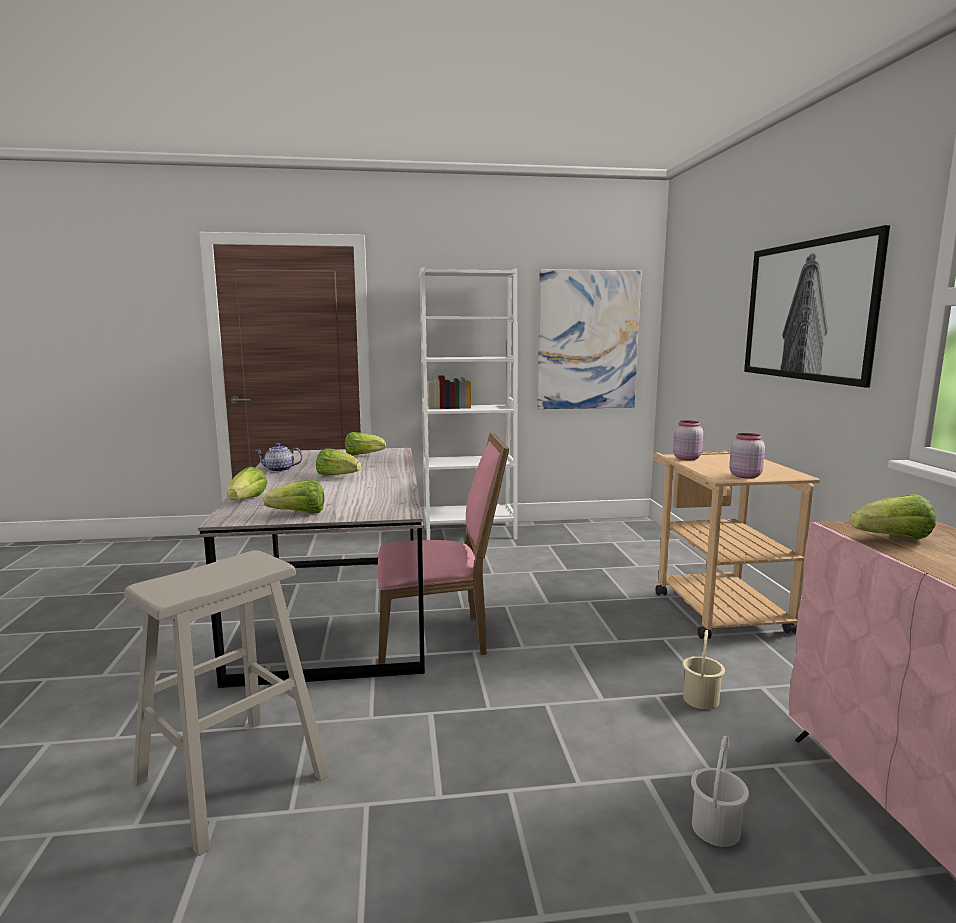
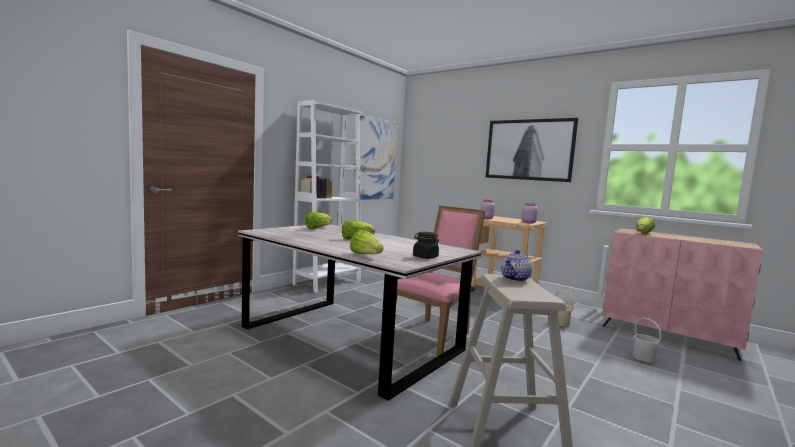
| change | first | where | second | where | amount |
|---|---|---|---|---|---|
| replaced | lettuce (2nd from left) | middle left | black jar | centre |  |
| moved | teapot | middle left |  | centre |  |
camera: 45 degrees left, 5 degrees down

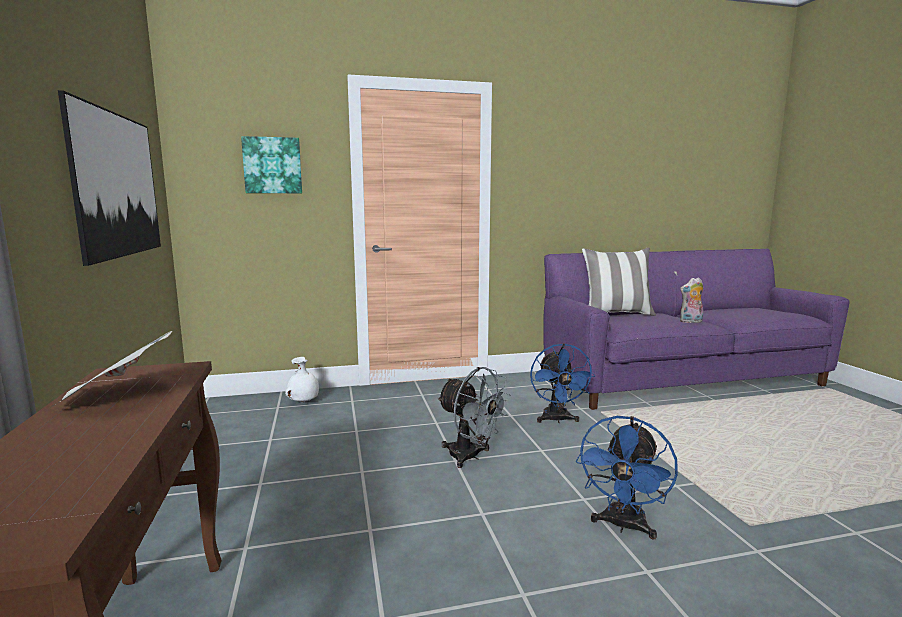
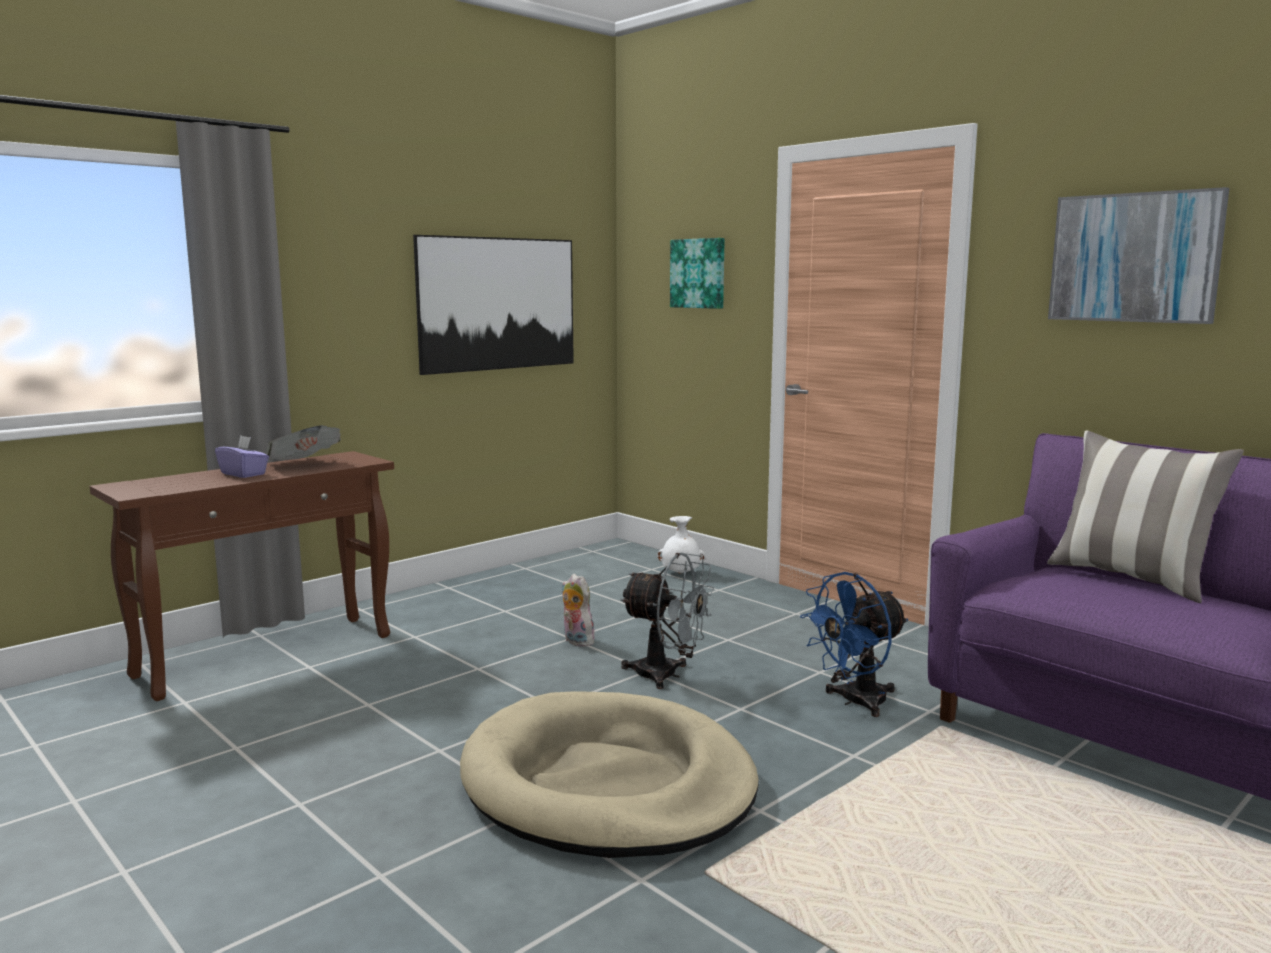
| change | first | where | second | where | amount |
|---|---|---|---|---|---|
| added |  |  | purple tissue box | middle left |  |
| replaced | blue fan (2nd from left) | bottom right | beige dog bed | bottom centre |  |
| moved | plush toy | middle right |  | centre |  |
| turned | grey fan | bottom centre |  | centre | 75 degrees counterclockwise |
| added |  |  | picture (3rd from left) | top right |  |
camera: 60 degrees right, 0 degrees up

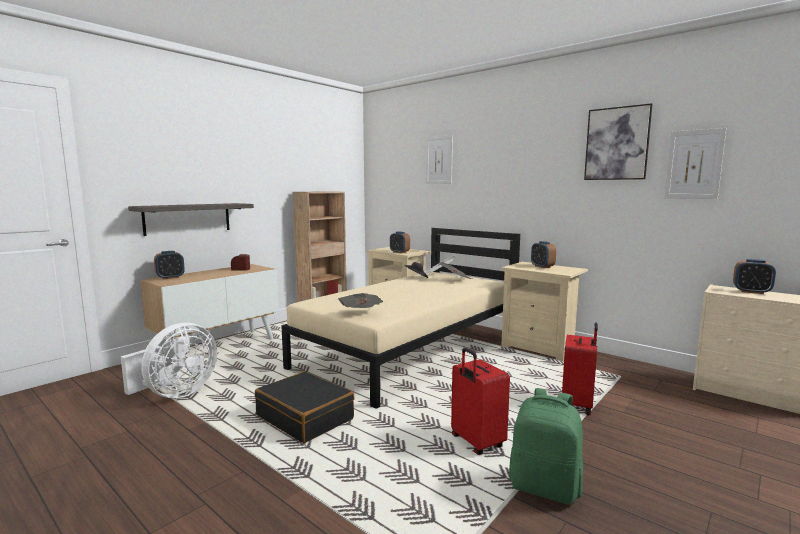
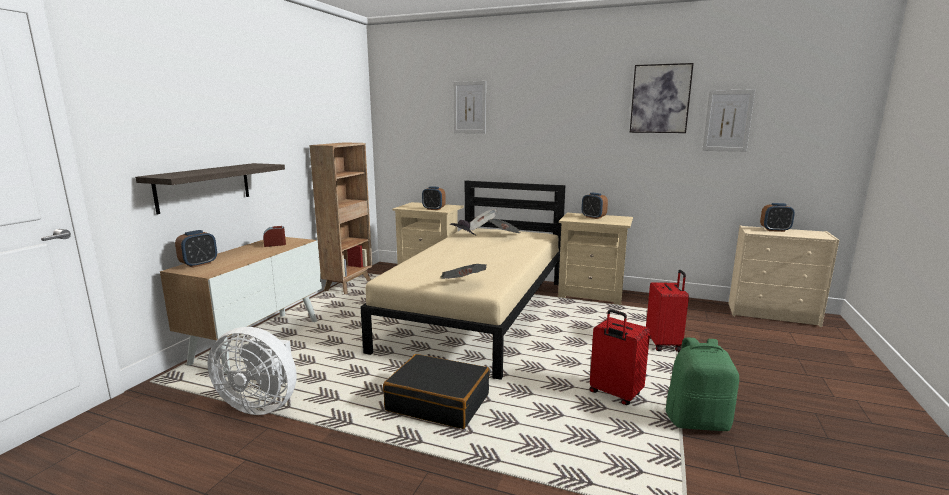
| change | first | where | second | where | amount |
|---|---|---|---|---|---|
| turned | white fan | bottom left |  | bottom left | 90 degrees clockwise |
camera: 20 degrees left, 5 degrees up

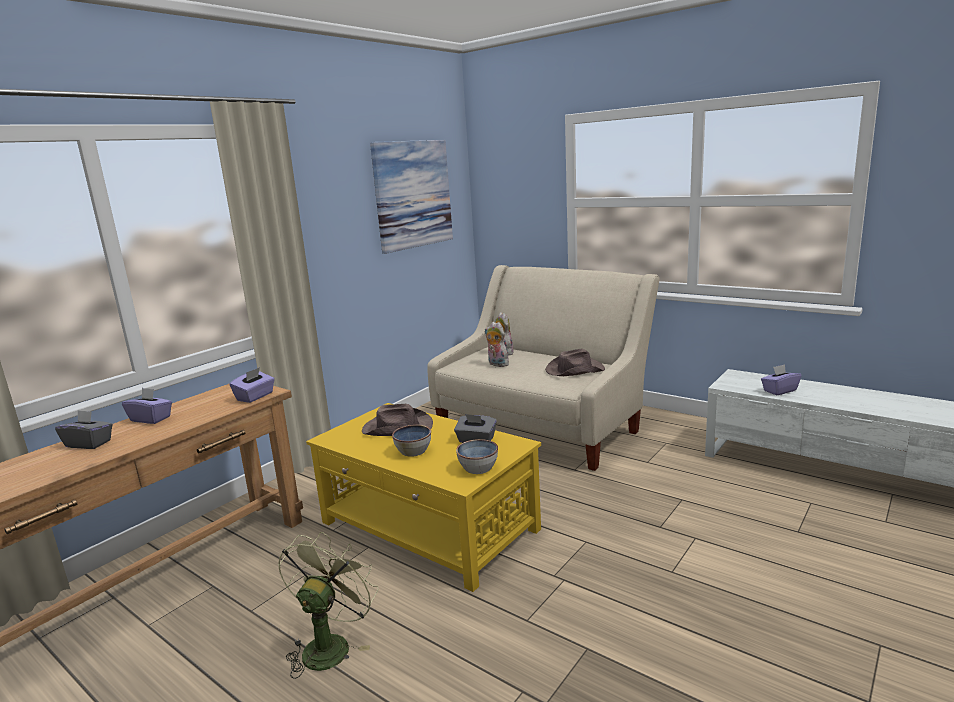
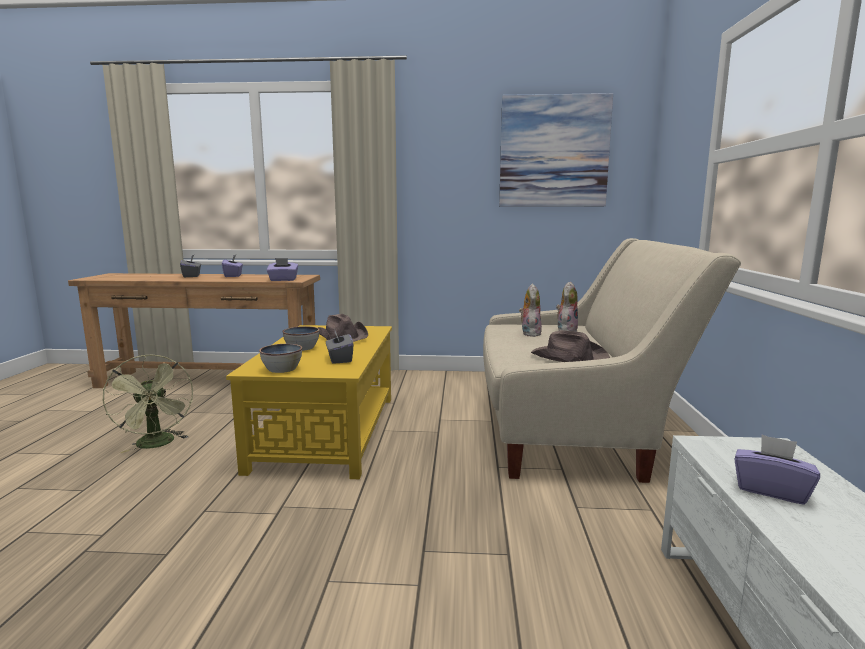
| change | first | where | second | where | amount |
|---|---|---|---|---|---|
| turned | green fan | bottom centre |  | middle left | 75 degrees clockwise |
camera: 55 degrees right, 5 degrees down

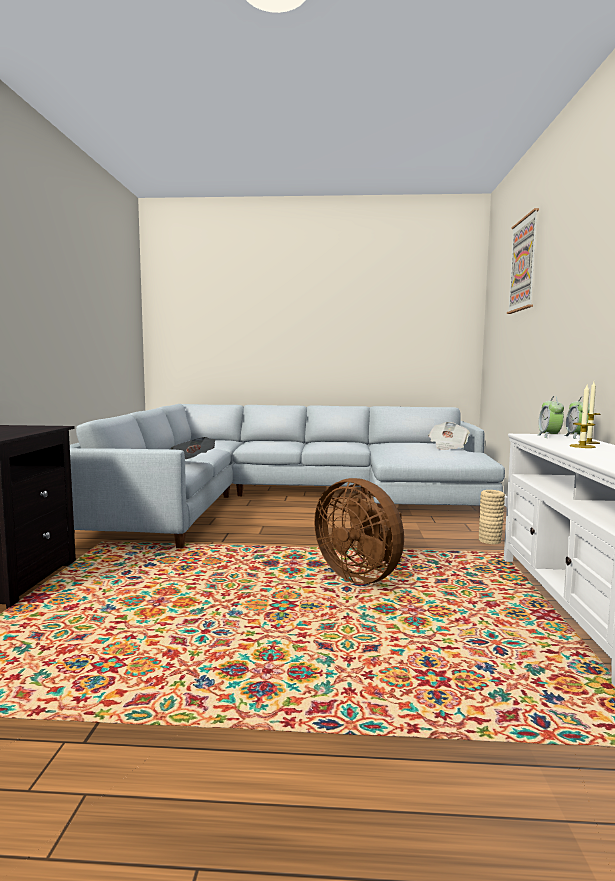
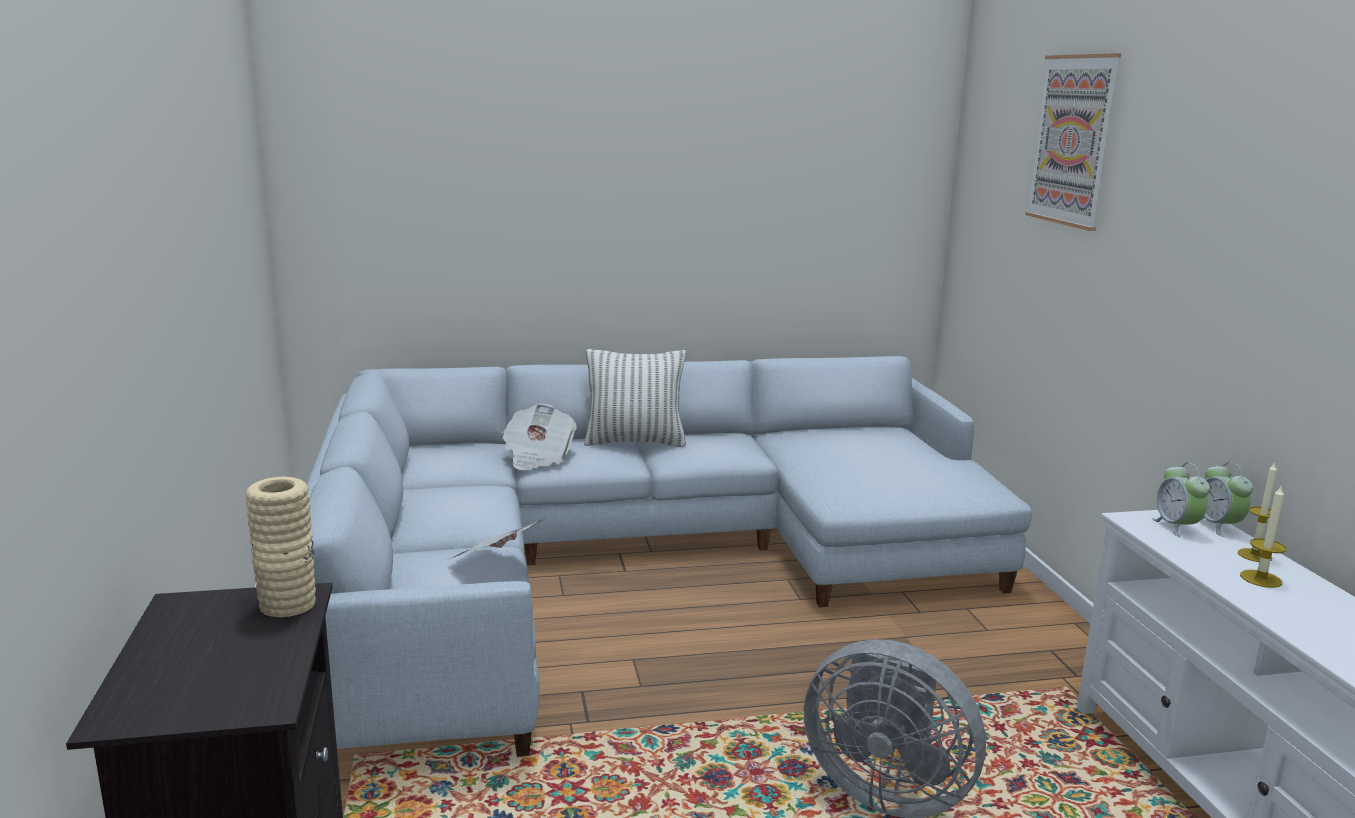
| change | first | where | second | where | amount |
|---|---|---|---|---|---|
| moved | beige vase | middle right |  | bottom left |  |
| moved | newspaper (2nd from left) | middle right |  | centre |  |
| added |  |  | pillow | centre |  |
| recoloured | brown fan | centre | grey fan | bottom centre |  |
camera: 15 degrees left, 10 degrees up

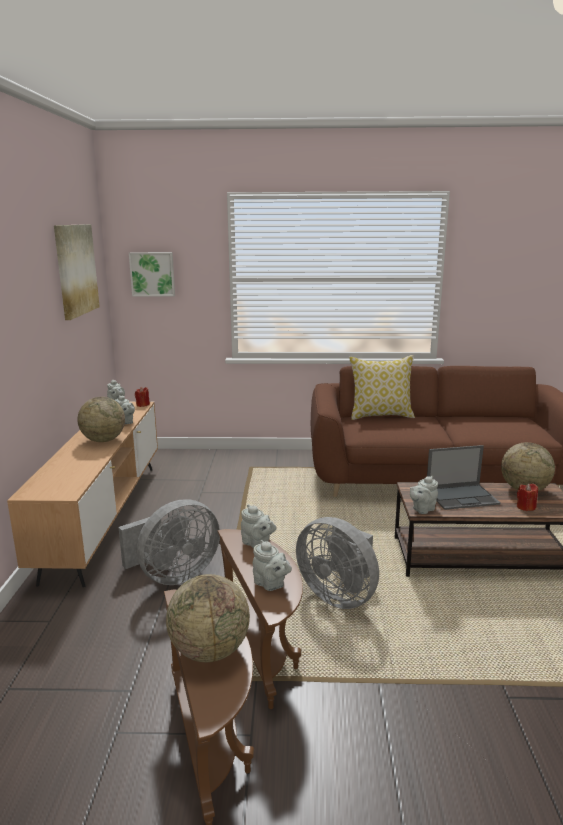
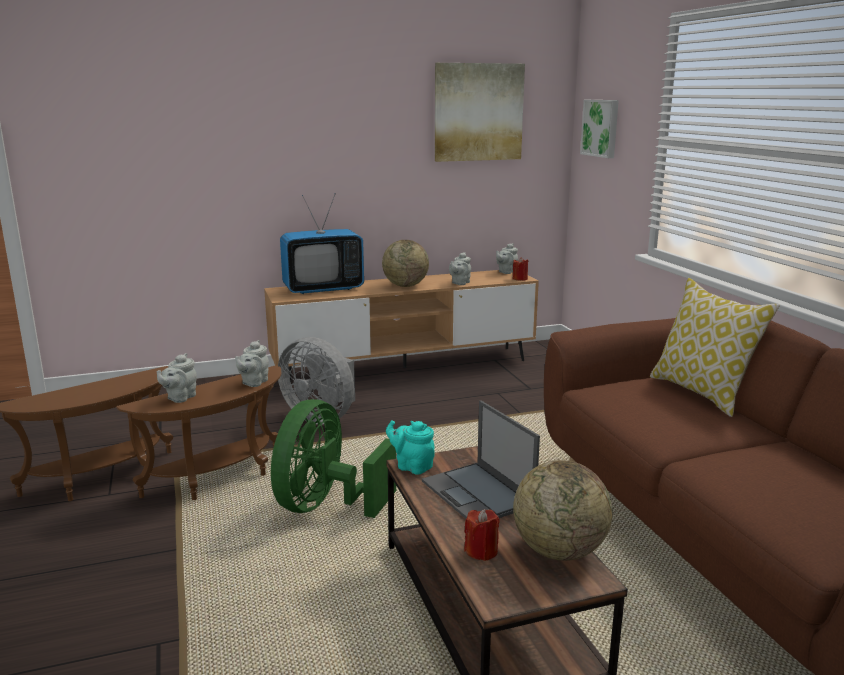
| change | first | where | second | where | amount |
|---|---|---|---|---|---|
| recoloured | grey fan (2nd from left) | bottom centre | green fan | bottom centre |  |
| added |  |  | television | centre |  |
| recoloured | grey teapot (5th from left) | middle right | turquoise teapot | centre |  |
| removed | globe (2nd from left) | bottom centre |  |  |  |
camera: 70 degrees right, 0 degrees up

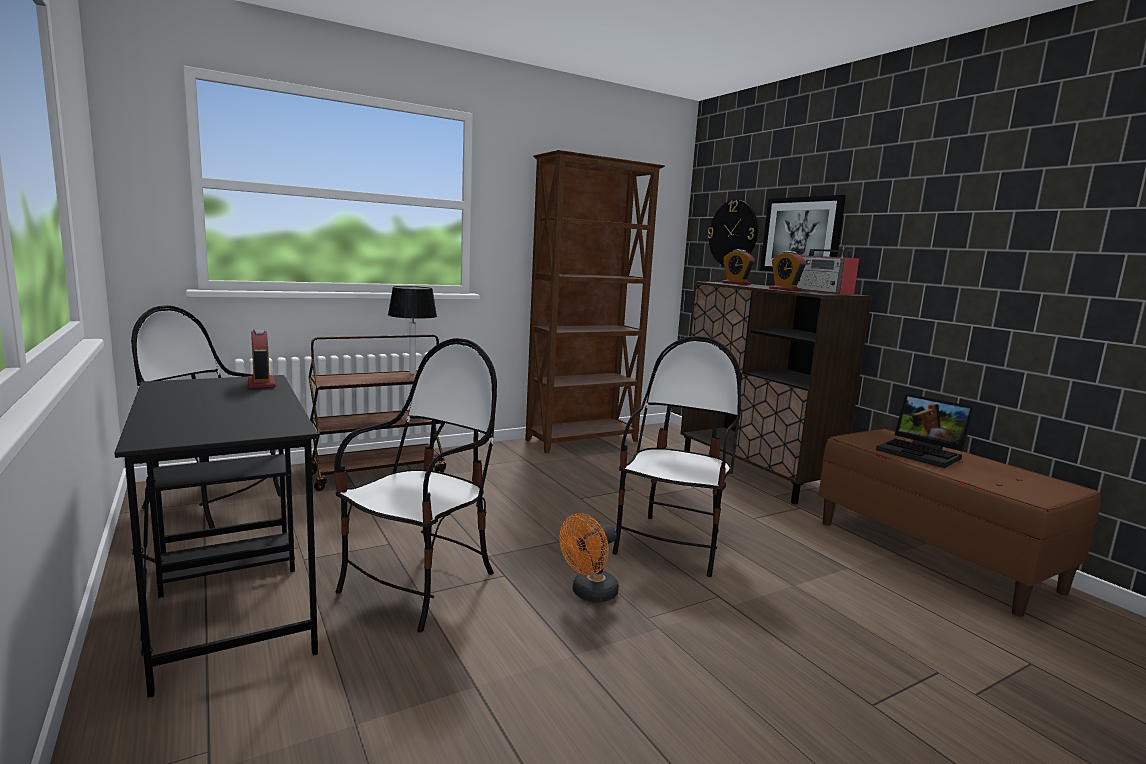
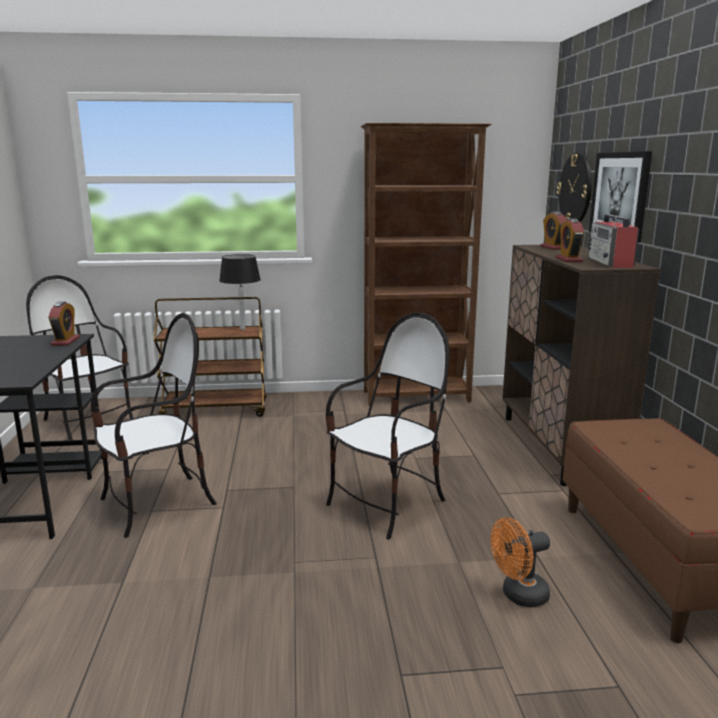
| change | first | where | second | where | amount |
|---|---|---|---|---|---|
| moved | orange fan | bottom centre |  | bottom right |  |
| removed | laptop | middle right |  |  |  |
camera: 25 degrees right, 5 degrees up

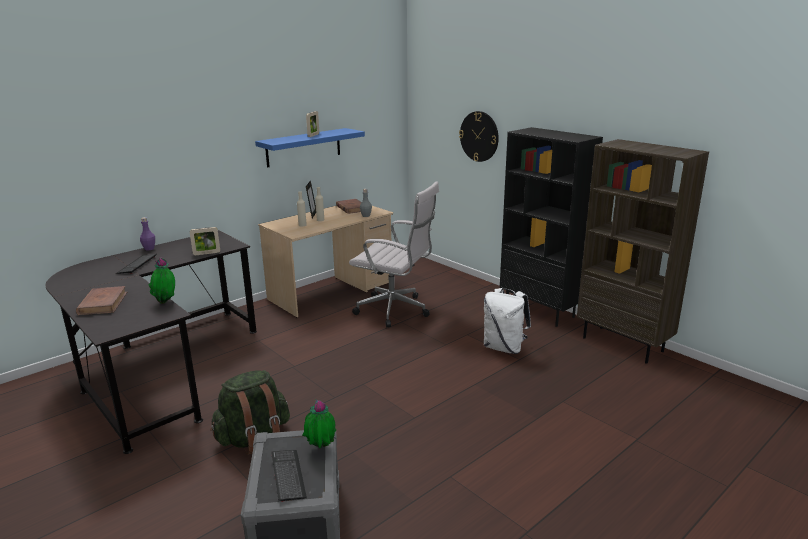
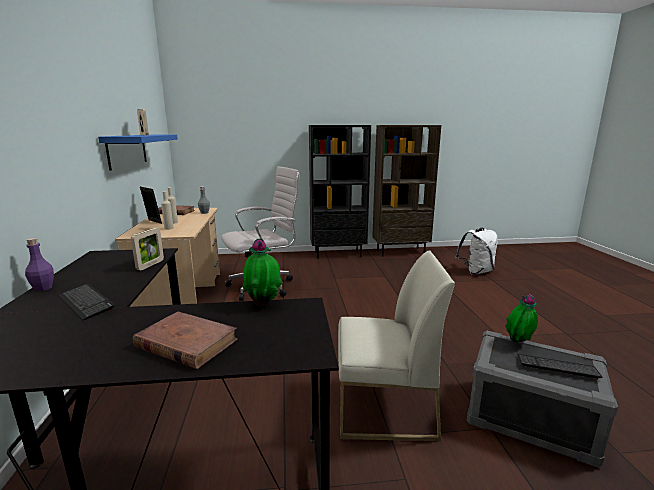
| change | first | where | second | where | amount |
|---|---|---|---|---|---|
| replaced | green backpack | bottom left | white chair | bottom centre |  |
| moved | white backpack | centre |  | middle right |  |
| removed | wall clock | top centre |  |  |  |
camera: 55 degrees left, 5 degrees down

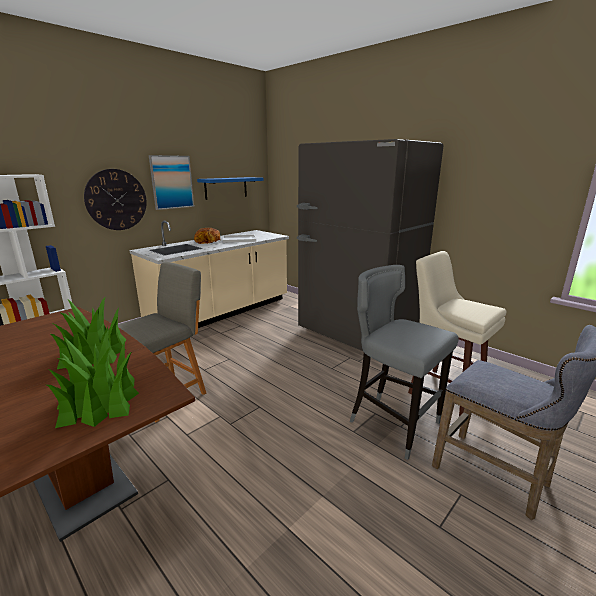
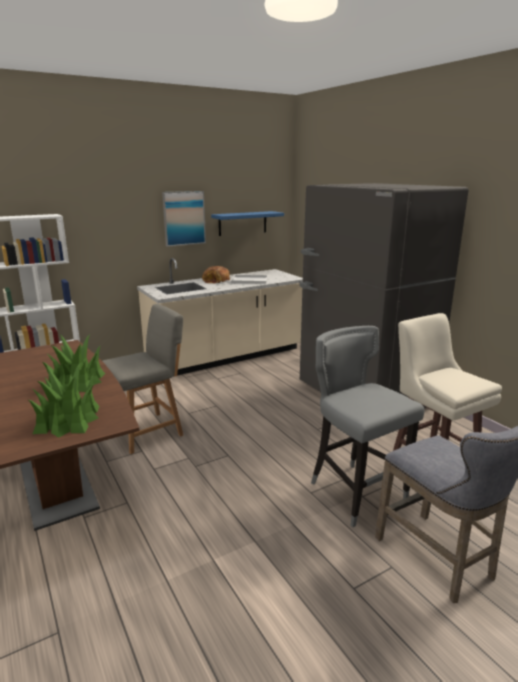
| change | first | where | second | where | amount |
|---|---|---|---|---|---|
| removed | wall clock | middle left |  |  |  |
camera: 15 degrees right, 0 degrees up

